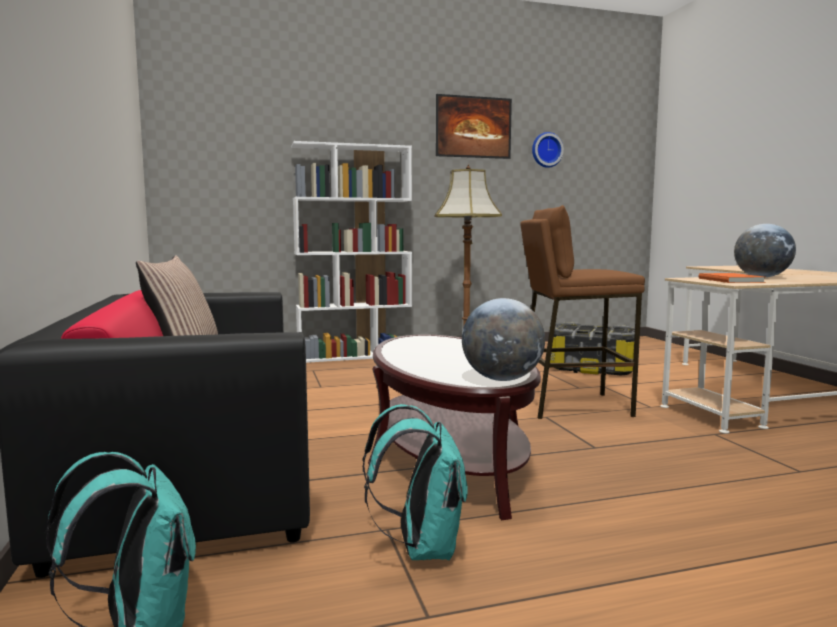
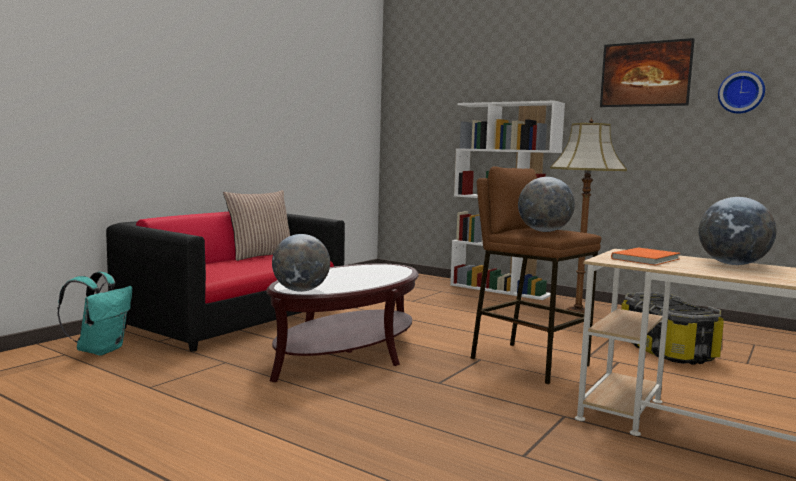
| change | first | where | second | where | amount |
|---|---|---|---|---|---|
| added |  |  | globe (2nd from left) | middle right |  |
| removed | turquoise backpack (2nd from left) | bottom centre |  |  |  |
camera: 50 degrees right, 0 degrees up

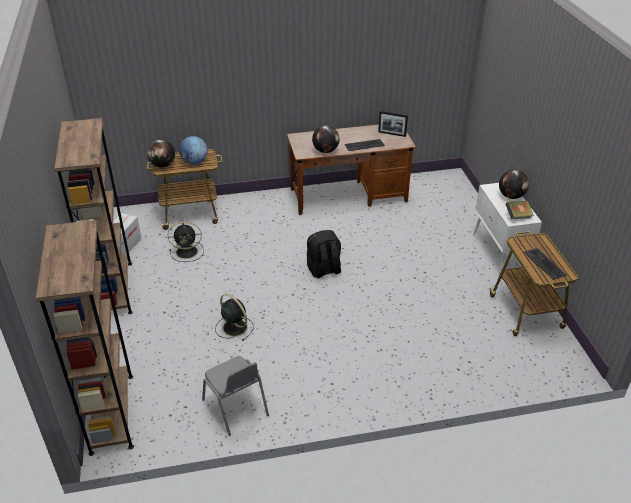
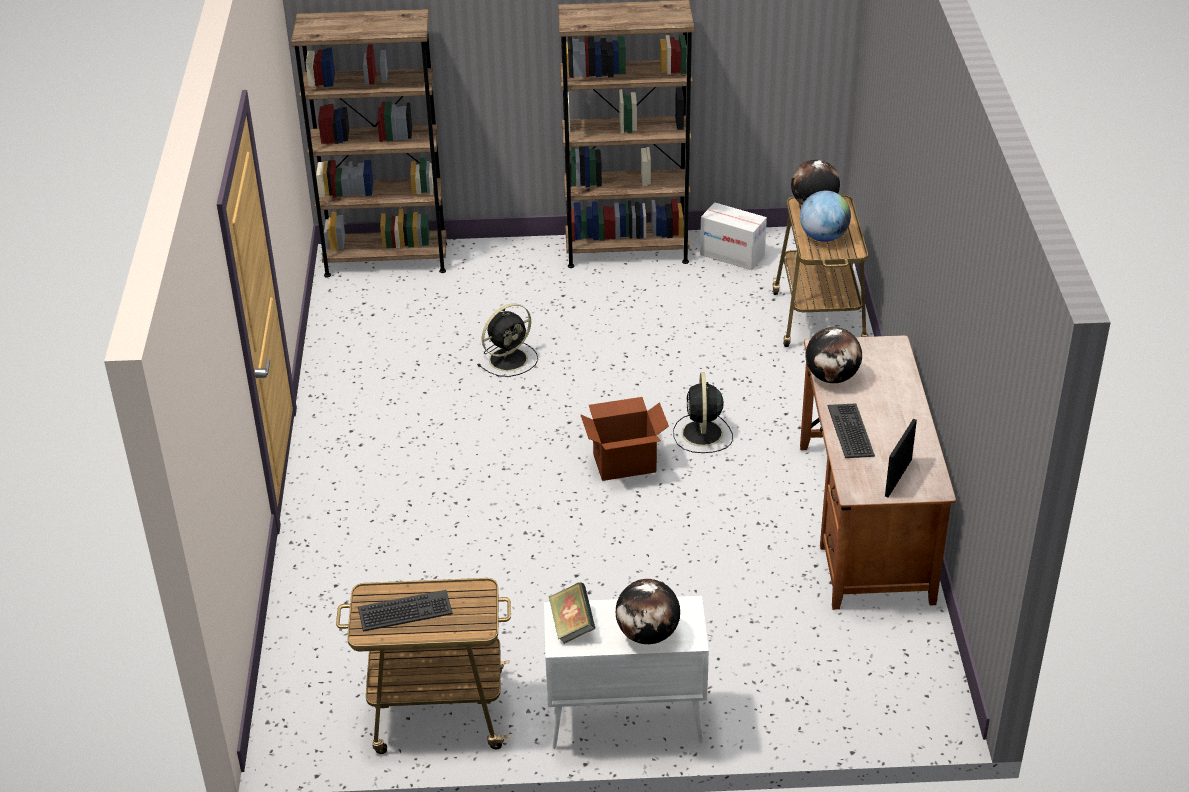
| change | first | where | second | where | amount |
|---|---|---|---|---|---|
| replaced | black backpack | centre | cardboard box (1st from left) | centre |  |
| moved | black fan (1st from left in the first image) | middle left | black fan (2nd from left) | centre |  |
| removed | grey chair | bottom centre |  |  |  |
camera: 100 degrees right, 0 degrees up

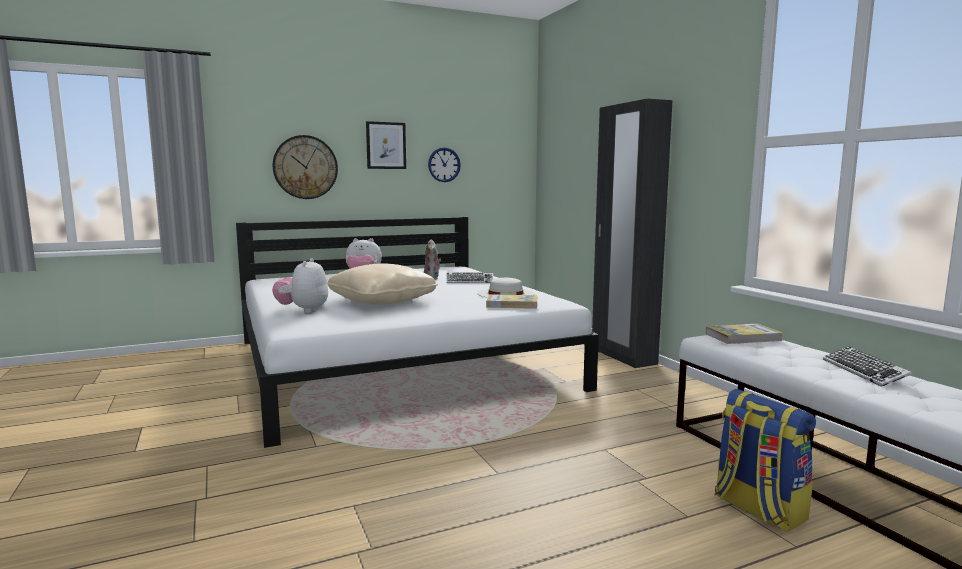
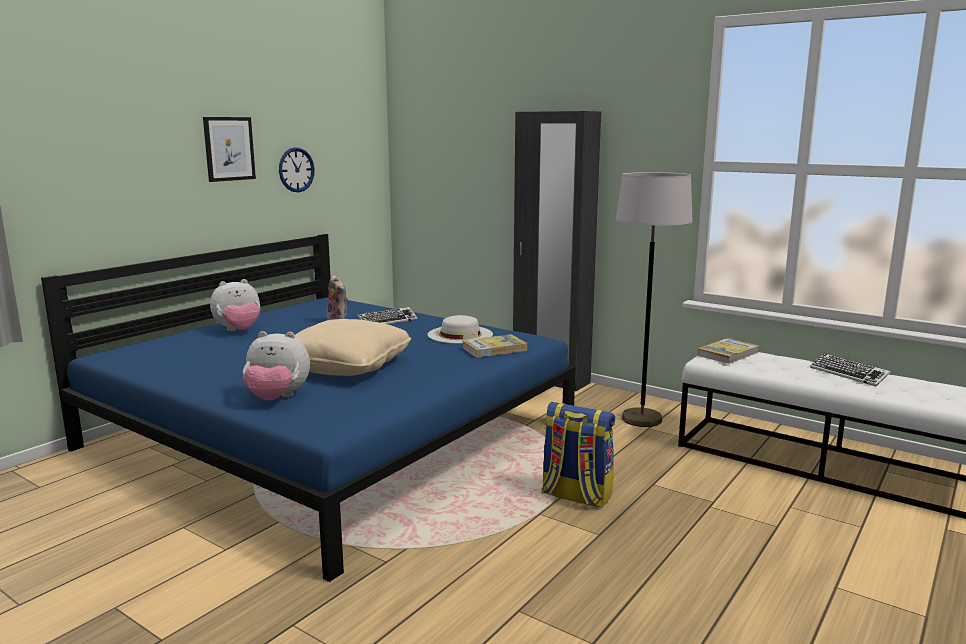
| change | first | where | second | where | amount |
|---|---|---|---|---|---|
| recoloured | white bed | centre | blue bed | middle left |  |
| turned | plush toy (1st from left in the first image) | middle left | plush toy (2nd from left) | middle left | 60 degrees counterclockwise |
| moved | backpack | bottom right |  | bottom centre |  |
| added |  |  | grey floor lamp | middle right |  |
| removed | wall clock (1st from left) | top left |  |  |  |
camera: 30 degrees left, 5 degrees up

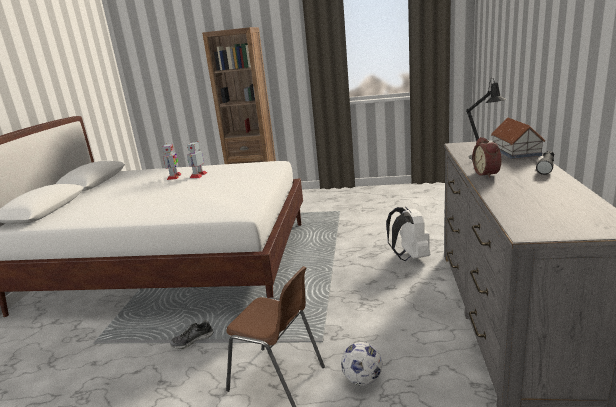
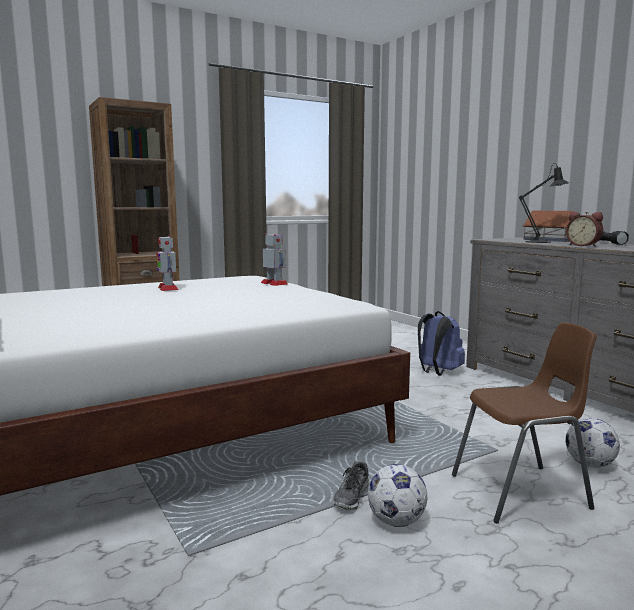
| change | first | where | second | where | amount |
|---|---|---|---|---|---|
| moved | toy robot (1st from left in the first image) | middle left | toy robot (2nd from left) | centre |  |
| added |  |  | football (1st from left) | bottom centre |  |
| recoloured | white backpack | centre | blue backpack | middle right |  |
camera: 40 degrees left, 10 degrees down

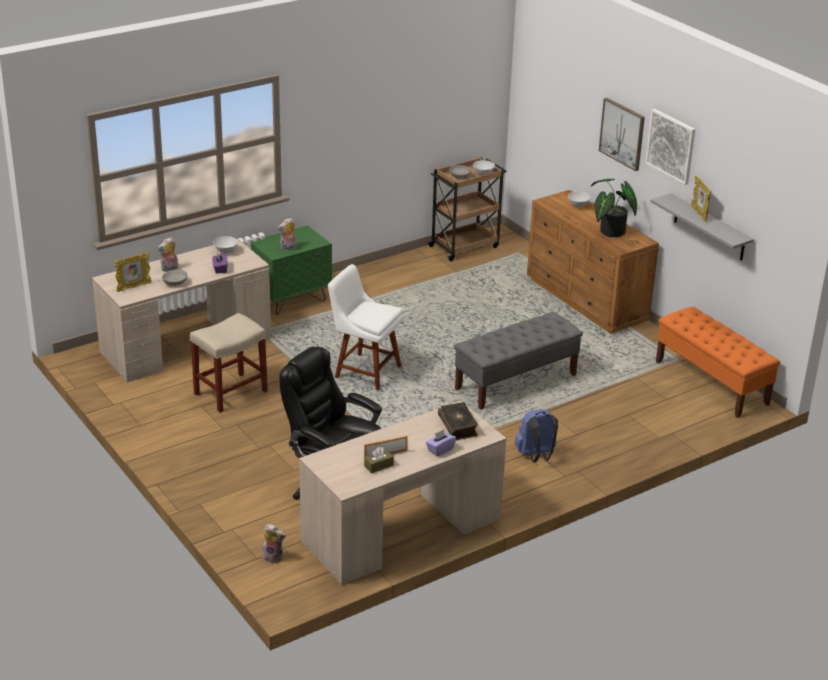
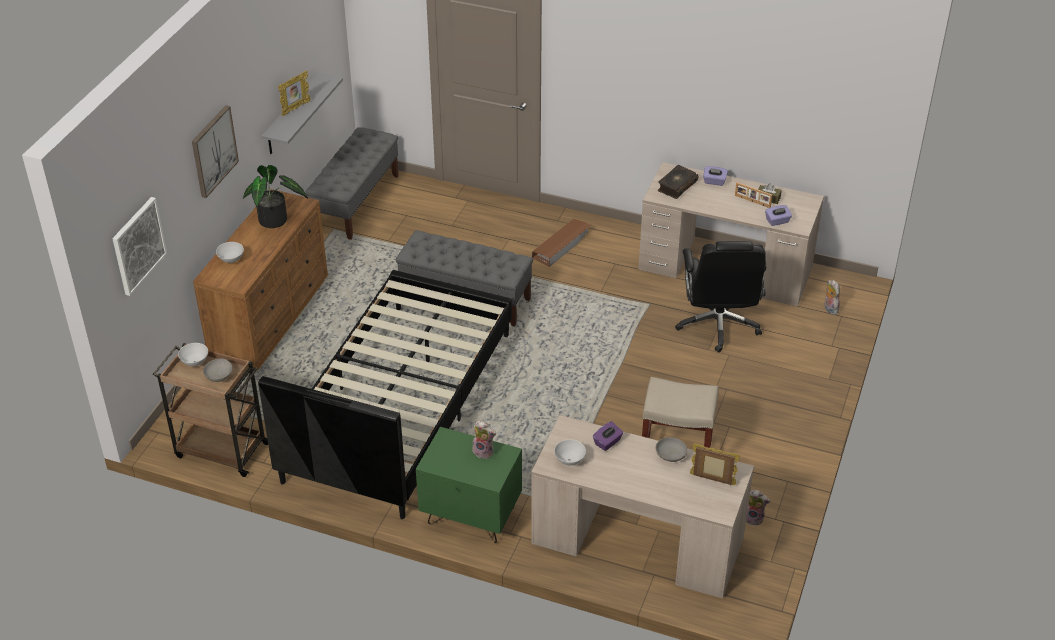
| change | first | where | second | where | amount |
|---|---|---|---|---|---|
| moved | picture (2nd from left in the first image) | top right | picture (1st from left) | middle left |  |
| added |  |  | black bed | centre |  |
| recoloured | orange bench | middle right | grey bench (1st from left) | top centre |  |
| replaced | blue backpack | centre | brown storage box | centre |  |
| moved | plush toy (1st from left in the first image) | middle left | plush toy (2nd from left) | bottom right |  |
| added |  |  | purple tissue box (3rd from left) | middle right |  |
| removed | white chair | centre |  |  |  |
camera: 125 degrees left, 10 degrees up

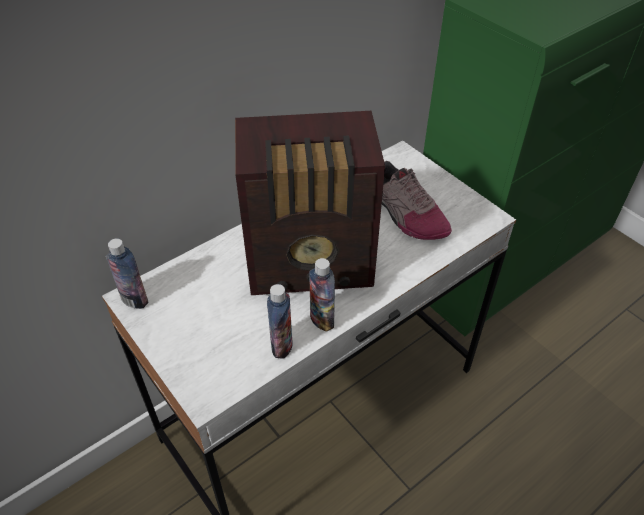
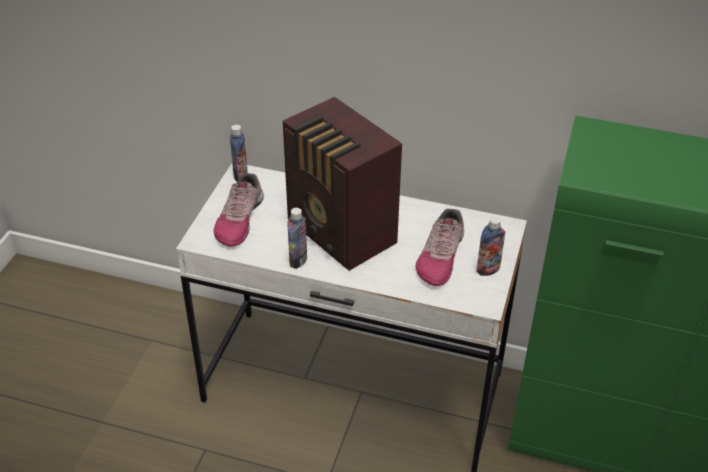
| change | first | where | second | where | amount |
|---|---|---|---|---|---|
| added |  |  | shoe (1st from left) | centre |  |
| moved | bottle (2nd from left in the first image) | centre | bottle (3rd from left) | middle right |  |
camera: 55 degrees right, 5 degrees down

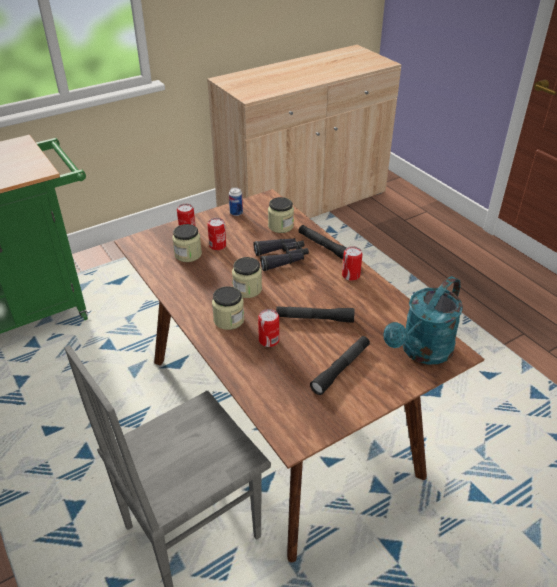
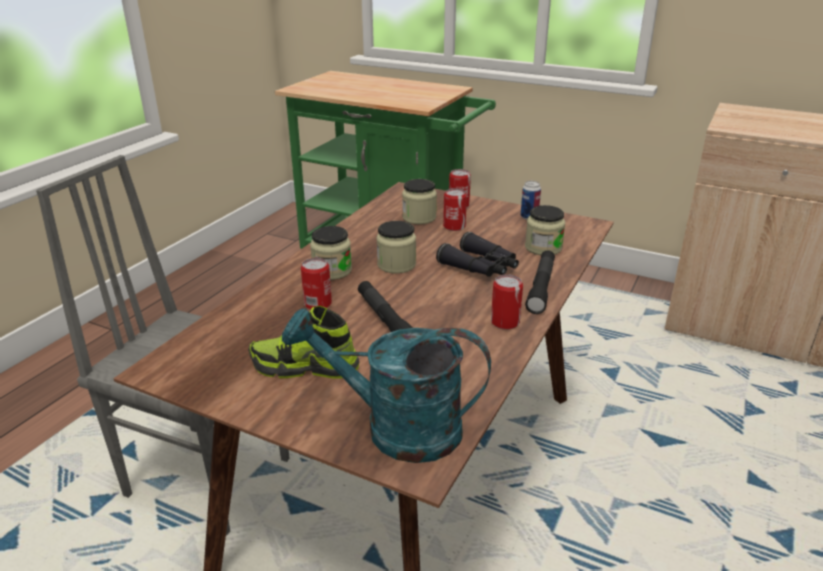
| change | first | where | second | where | amount |
|---|---|---|---|---|---|
| replaced | black flashlight (3rd from left) | centre | shoe | centre |  |
camera: 60 degrees right, 10 degrees down

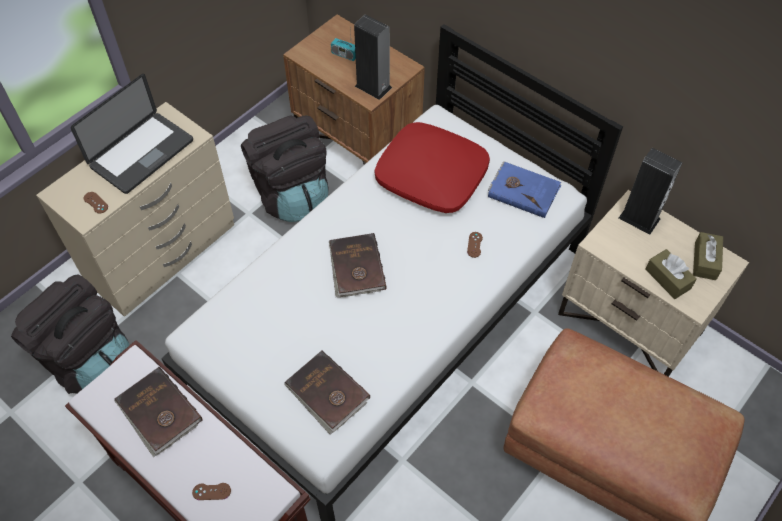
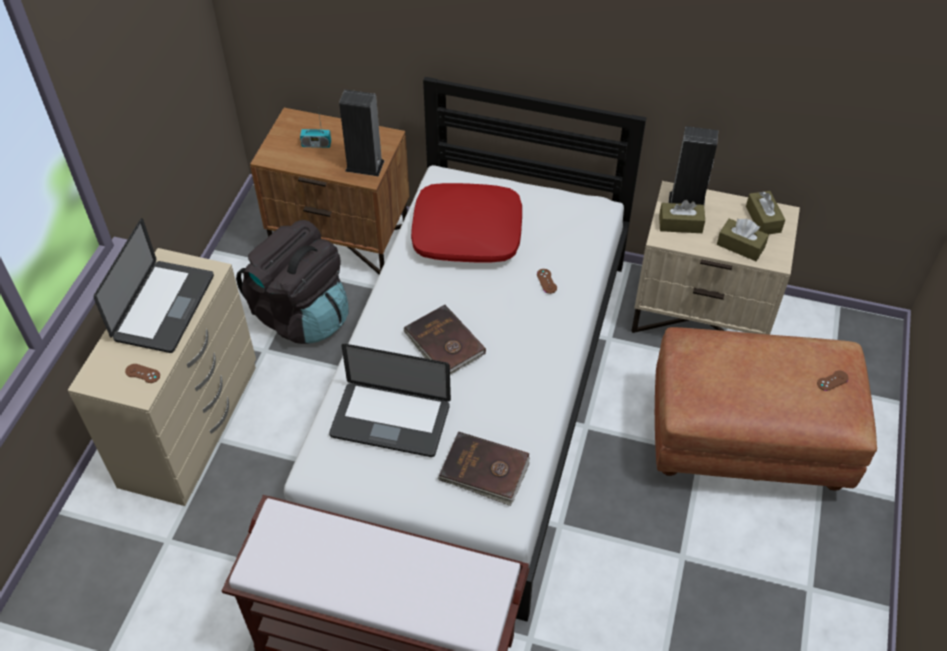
| change | first | where | second | where | amount |
|---|---|---|---|---|---|
| added |  |  | laptop (2nd from left) | centre |  |
| added |  |  | brown tissue box (1st from left) | top right |  |
| moved | brown game controller (2nd from left in the first image) | bottom left | brown game controller (3rd from left) | middle right |  |
| removed | black backpack (1st from left) | middle left |  |  |  |
| removed | brown book (1st from left) | bottom left |  |  |  |
| removed | blue book | middle right |  |  |  |
camera: 25 degrees left, 5 degrees down

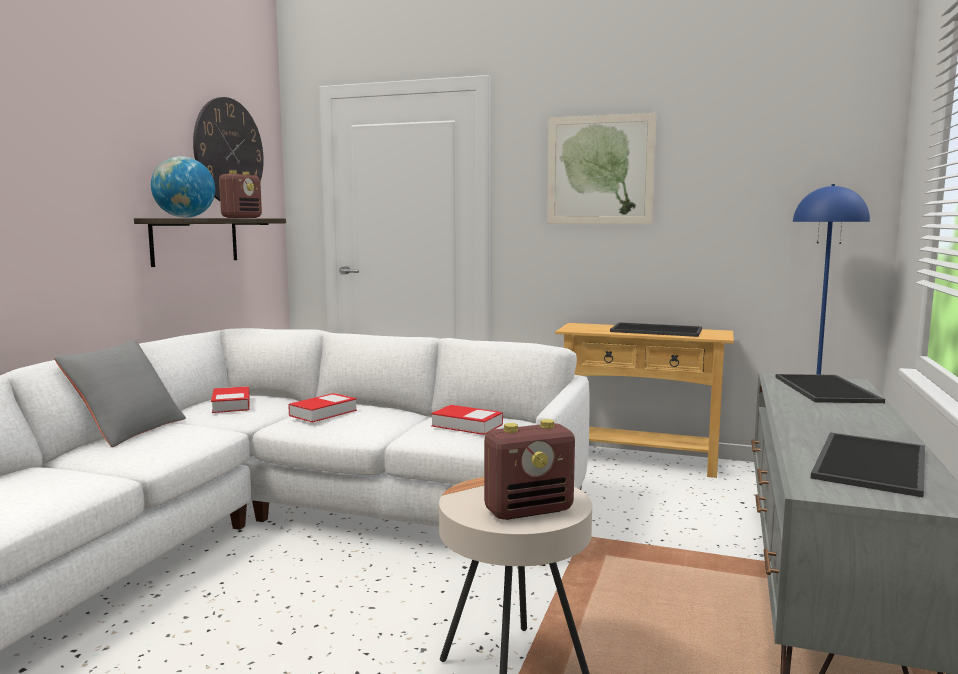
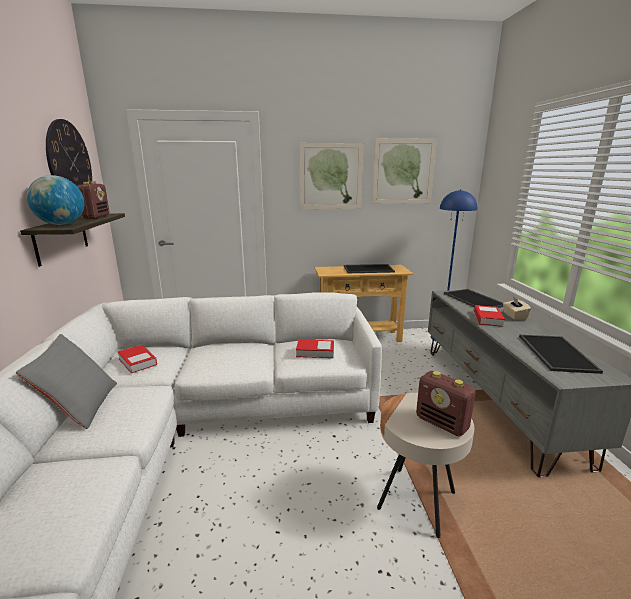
| change | first | where | second | where | amount |
|---|---|---|---|---|---|
| added |  |  | picture (2nd from left) | top centre |  |
| turned | radio (2nd from left) | bottom centre |  | bottom right | 90 degrees clockwise |
| moved | book (2nd from left in the first image) | centre | book (3rd from left) | middle right |  |
| added |  |  | beige tissue box | middle right |  |
camera: 25 degrees left, 10 degrees up

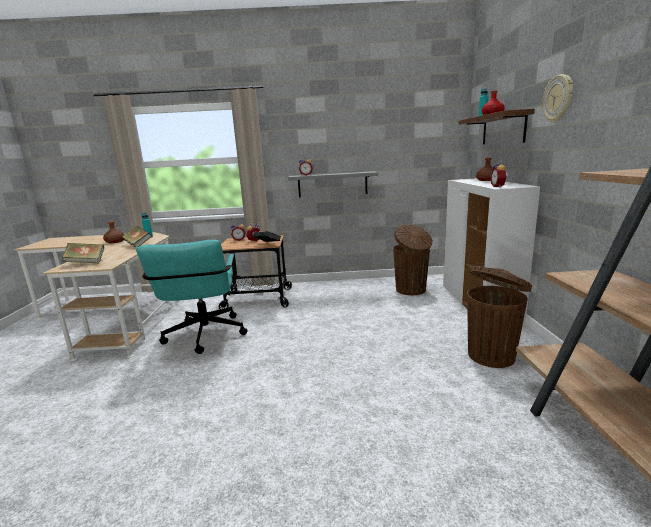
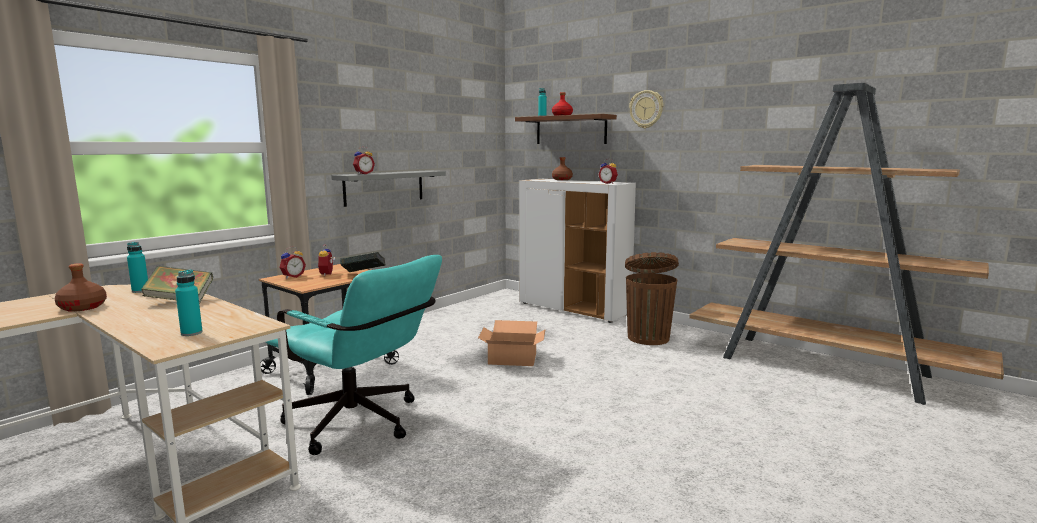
| change | first | where | second | where | amount |
|---|---|---|---|---|---|
| replaced | book (1st from left) | middle left | turquoise bottle (2nd from left) | middle left |  |
| added |  |  | cardboard box | centre |  |
| removed | brown trash can (1st from left) | centre |  |  |  |
camera: 50 degrees left, 5 degrees down

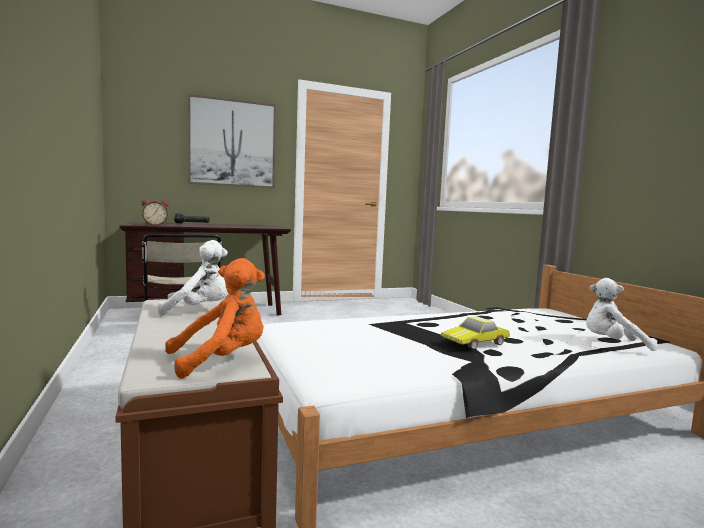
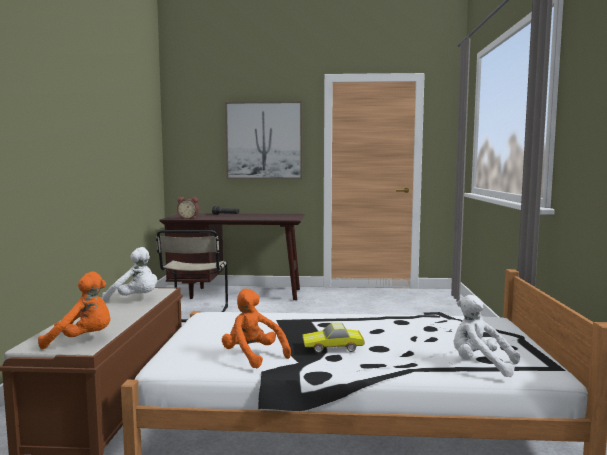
| change | first | where | second | where | amount |
|---|---|---|---|---|---|
| added |  |  | orange plush toy (2nd from left) | bottom centre |  |
camera: 25 degrees right, 0 degrees up

